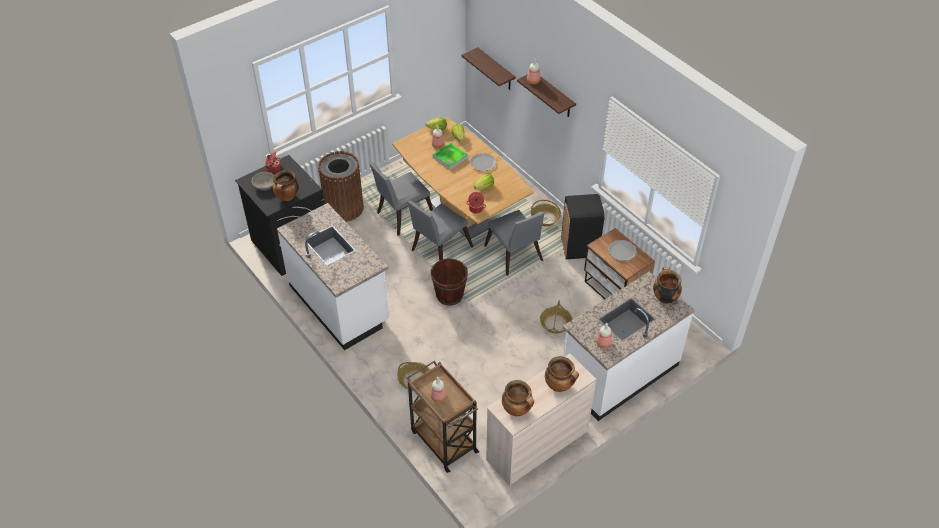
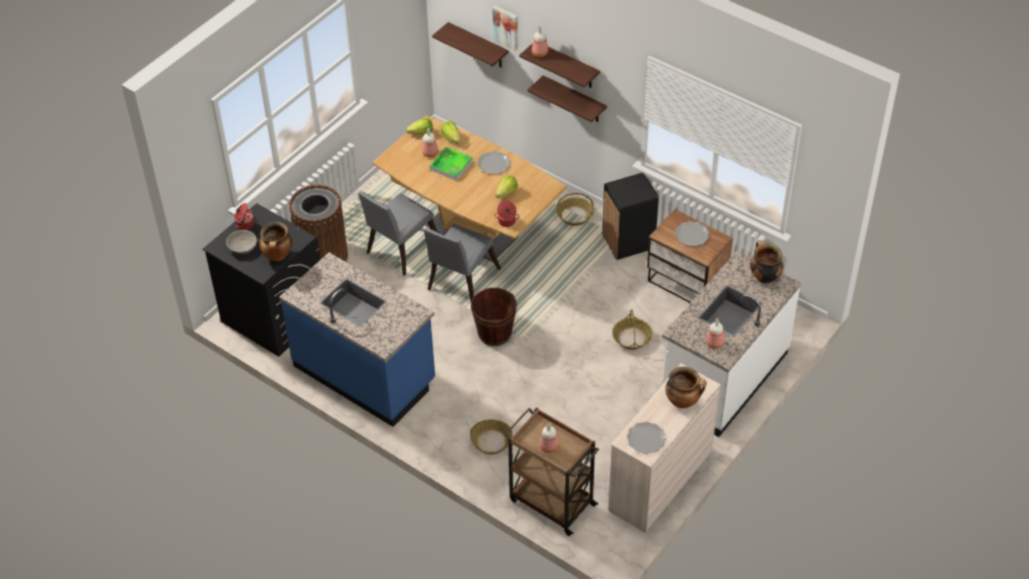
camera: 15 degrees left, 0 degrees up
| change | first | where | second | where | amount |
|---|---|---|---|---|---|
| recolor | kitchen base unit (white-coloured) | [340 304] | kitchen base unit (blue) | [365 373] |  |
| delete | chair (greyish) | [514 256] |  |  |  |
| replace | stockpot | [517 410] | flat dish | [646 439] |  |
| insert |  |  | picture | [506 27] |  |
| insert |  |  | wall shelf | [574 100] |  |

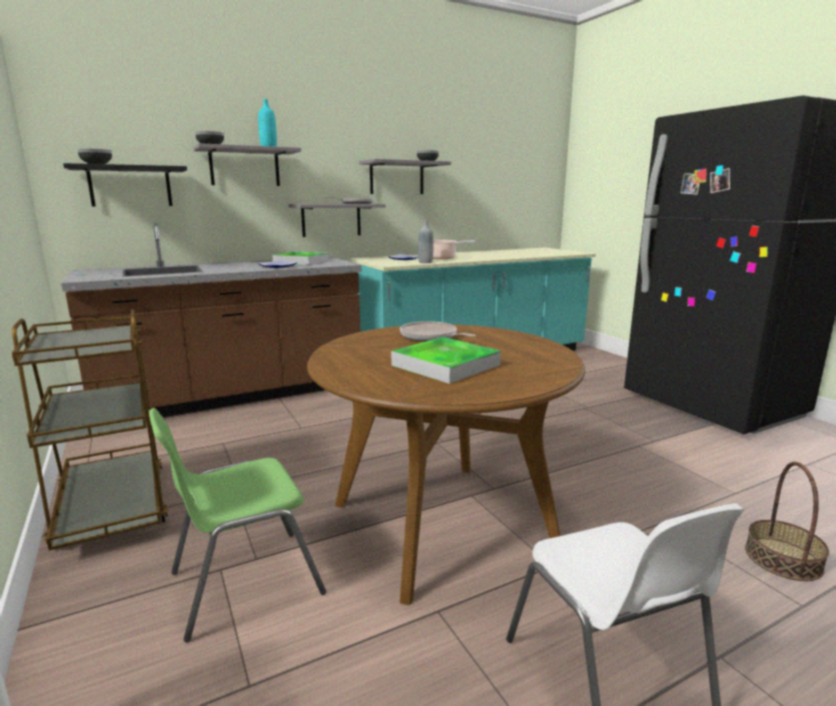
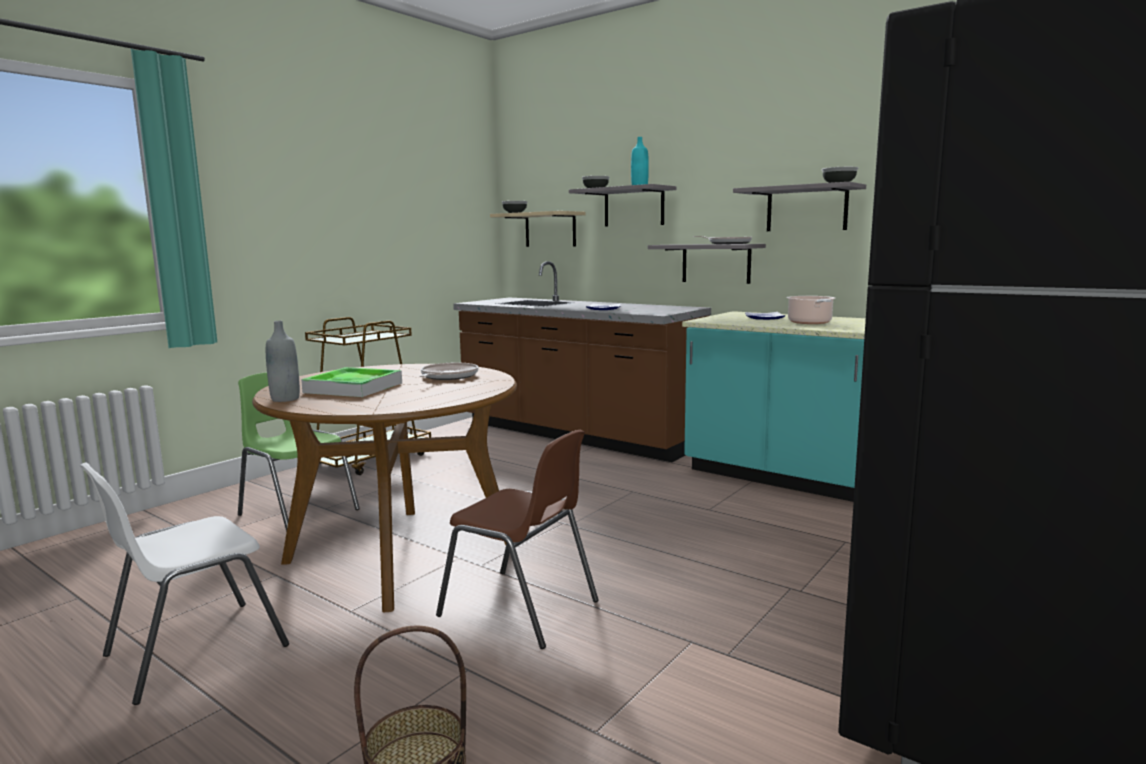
camera: 65 degrees right, 5 degrees down
| change | first | where | second | where | amount |
|---|---|---|---|---|---|
| recolor | wall shelf (blackish) | [130 186] | wall shelf (beige-coloured) | [550 229] |  |
| delete | tray | [301 261] |  |  |  |
| move | drink bottle (greyish) | [425 262] |  | [285 399] |  |
| insert |  |  | chair (brownish) | [521 609] |  |

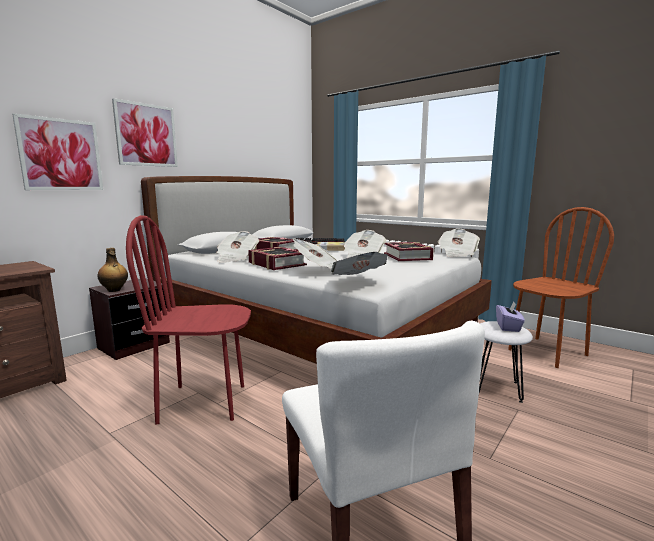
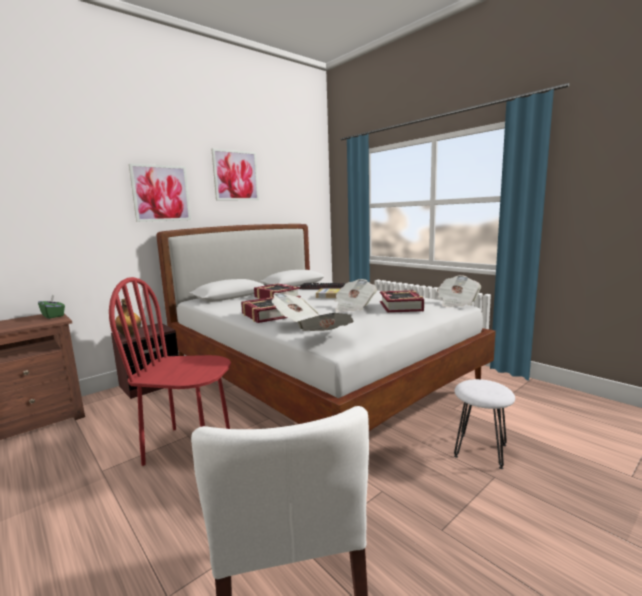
camera: 10 degrees right, 0 degrees up
| change | first | where | second | where | amount |
|---|---|---|---|---|---|
| move | picture | [60 154] |  | [235 175] |  |
| delete | printed paper | [236 259] |  |  |  |
| delete | tissue box (purple-coloured) | [508 327] |  |  |  |
| delete | chair (brownish) | [546 352] |  |  |  |
| insert |  |  | tissue box (green) | [53 316] |  |

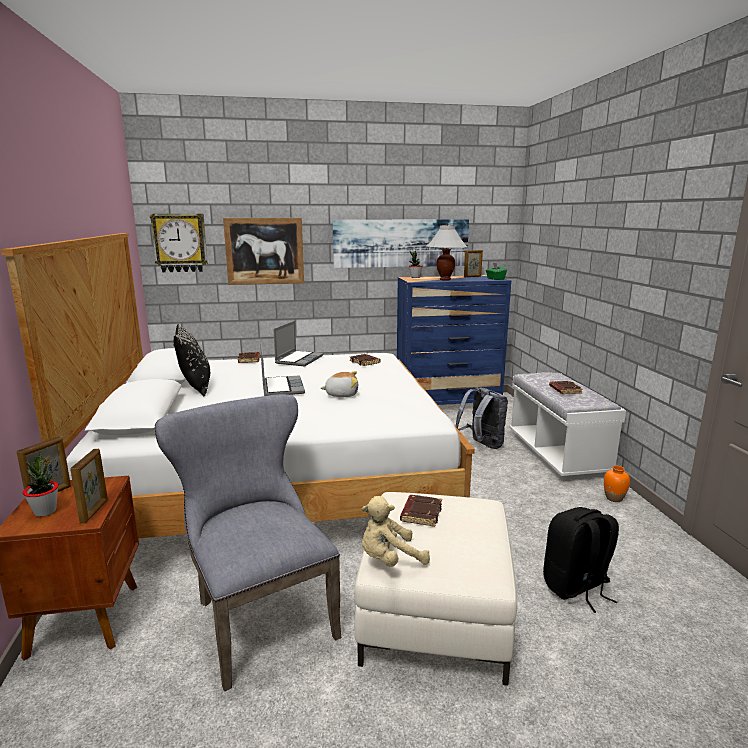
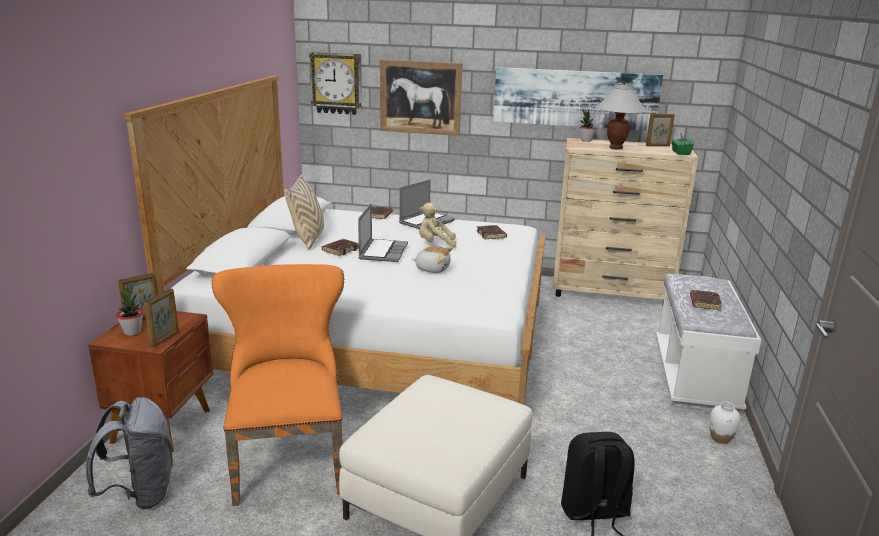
camera: 20 degrees right, 5 degrees up
| change | first | where | second | where | amount |
|---|---|---|---|---|---|
| recolor | chair (greyish) | [258 615] | chair (orange) | [288 457] |  |
| recolor | pillow (blackish) | [195 387] | pillow (beige-coloured) | [308 239] |  |
| move | soft toy (beige-coloured) | [390 559] |  | [435 244] |  |
| recolor | dresser (blue) | [448 403] | dresser (beige-coloured) | [611 292] |  |
| move | bound book (brownish) | [420 513] |  | [340 250] |  |
| move | rucksack (greyish) | [482 445] |  | [141 493] |  |
| recolor | vase (orange) | [614 498] | vase (white-coloured) | [720 438] |  |

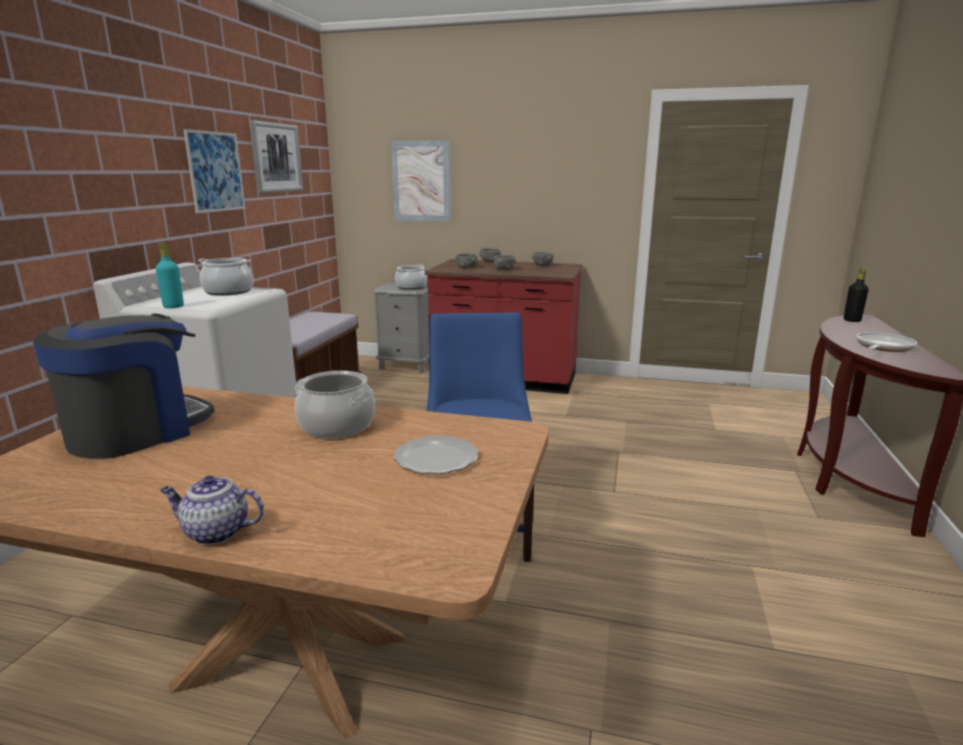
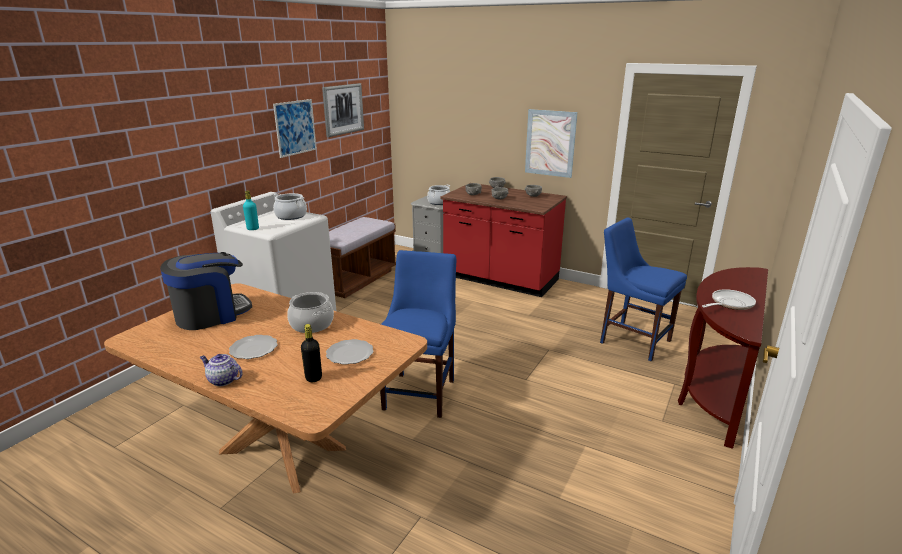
camera: 15 degrees right, 5 degrees up
| change | first | where | second | where | amount |
|---|---|---|---|---|---|
| move | picture | [421 181] |  | [550 143] |  |
| move | drink bottle (blackish) | [852 320] |  | [313 378] |  |
| insert |  |  | flat dish | [254 348] |  |
| insert |  |  | chair (blue) | [632 340] |  |

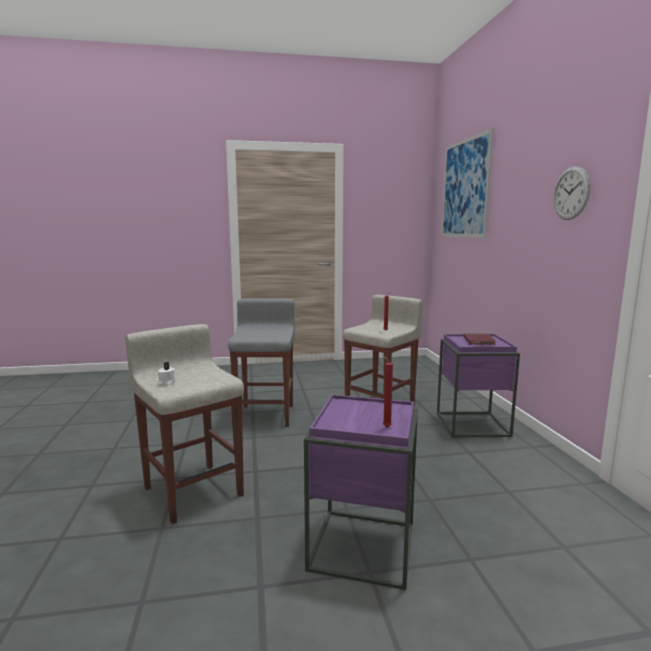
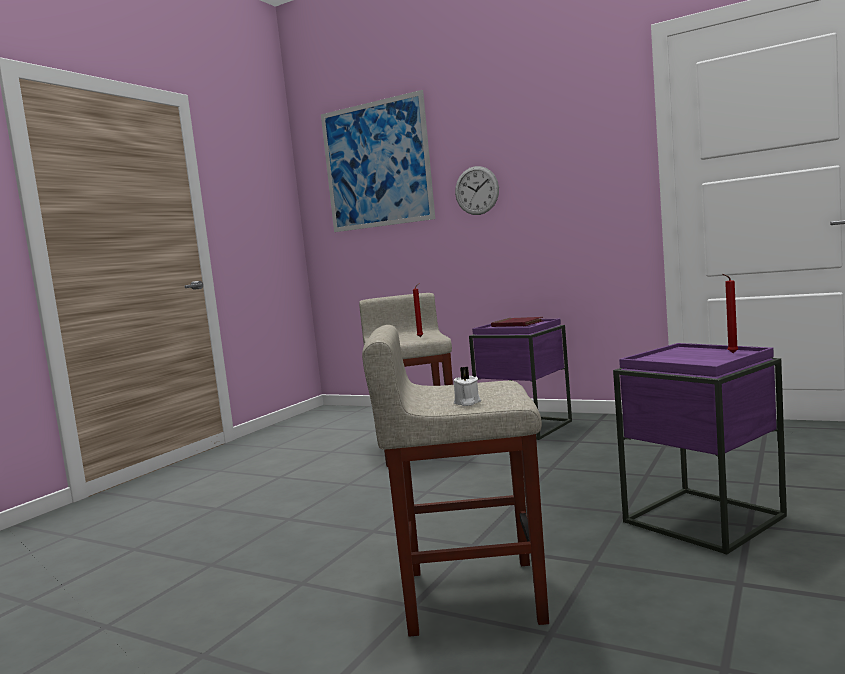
camera: 50 degrees left, 5 degrees down
| change | first | where | second | where | amount |
|---|---|---|---|---|---|
| delete | sitting stool (greyish) | [265 415] |  |  |  |
| move | clock on the wall | [571 193] |  | [476 190] |  |

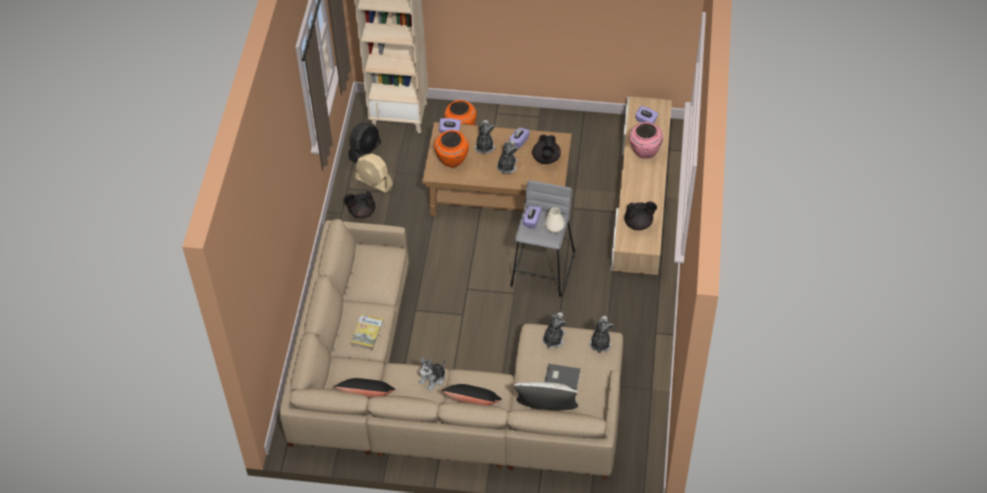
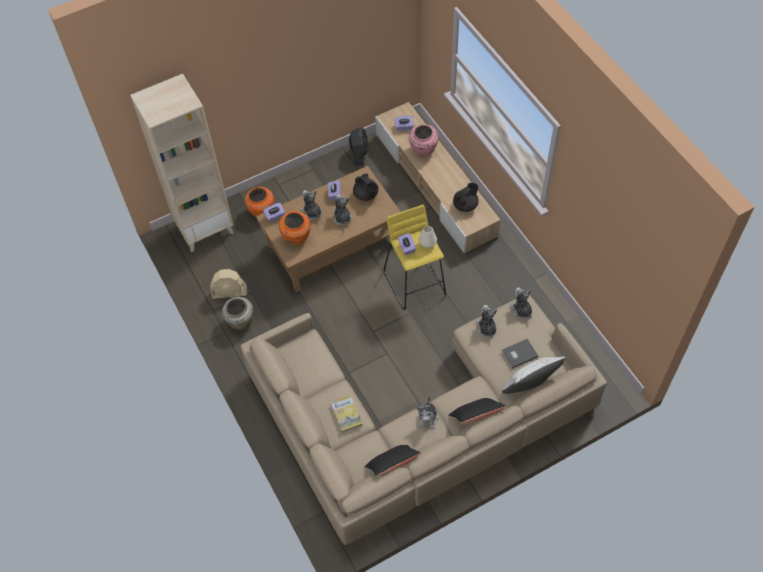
camera: 35 degrees left, 5 degrees up
| change | first | where | second | where | amount |
|---|---|---|---|---|---|
| replace | pot for tea (blackish) | [361 212] | vase (beige-coloured) | [240 322] |  |
| move | electric fan (blackish) | [365 151] |  | [359 153] |  |
| recolor | sitting stool (greyish) | [543 270] | sitting stool (yellow) | [415 282] |  |

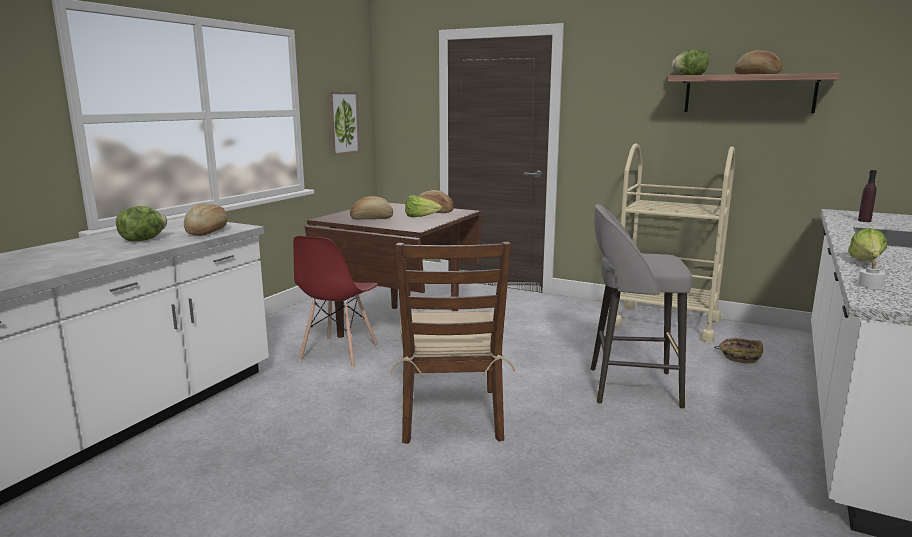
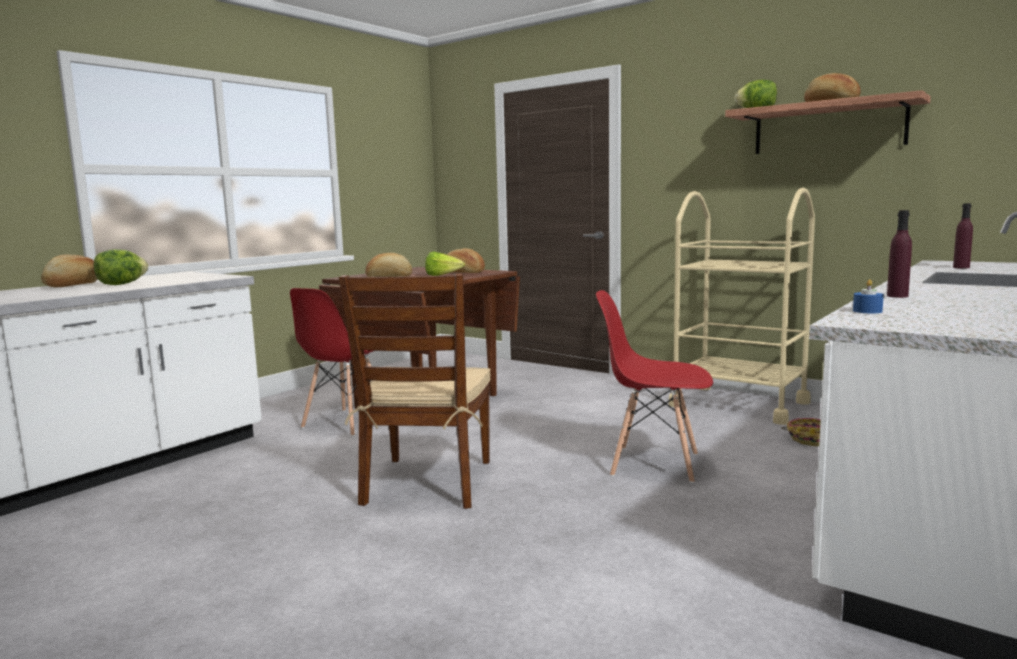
camera: 10 degrees right, 5 degrees down
| change | first | where | second | where | amount |
|---|---|---|---|---|---|
| move | bakery bread | [207 232] |  | [73 285] |  |
| delete | picture | [343 123] |  |  |  |
| replace | sitting stool (greyish) | [630 387] | chair (red) | [654 464] |  |
| replace | lettuce head | [866 263] | drink bottle (purple-coloured) | [897 296] |  |
| recolor | wax candle (white-coloured) | [870 285] | wax candle (blue) | [867 311] |  |

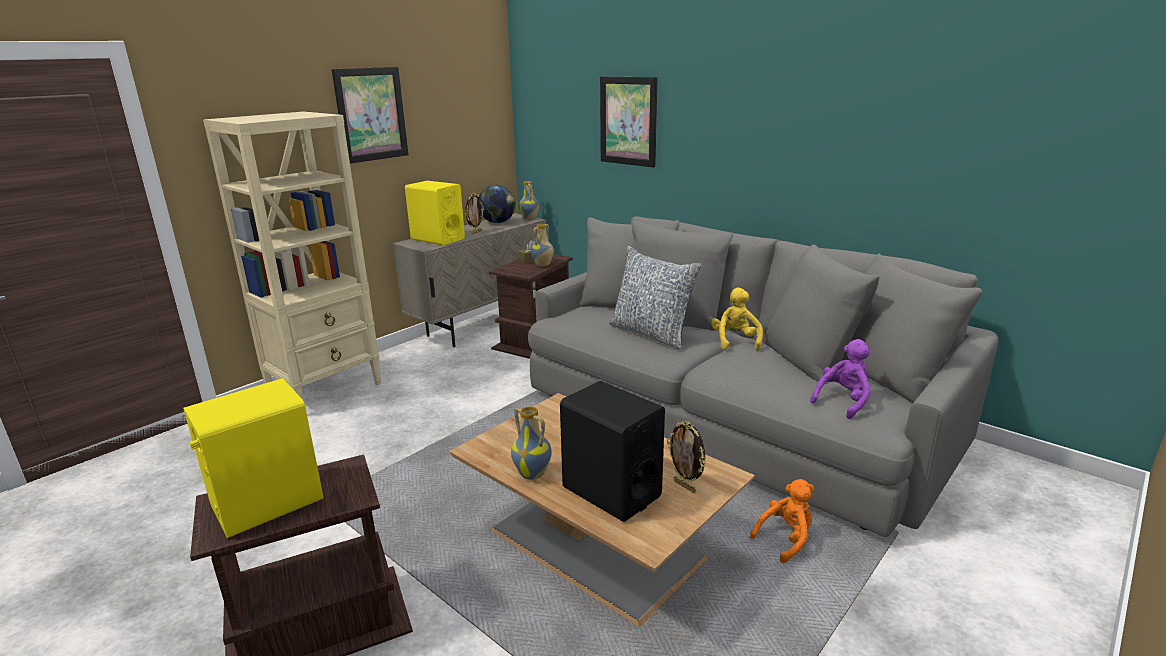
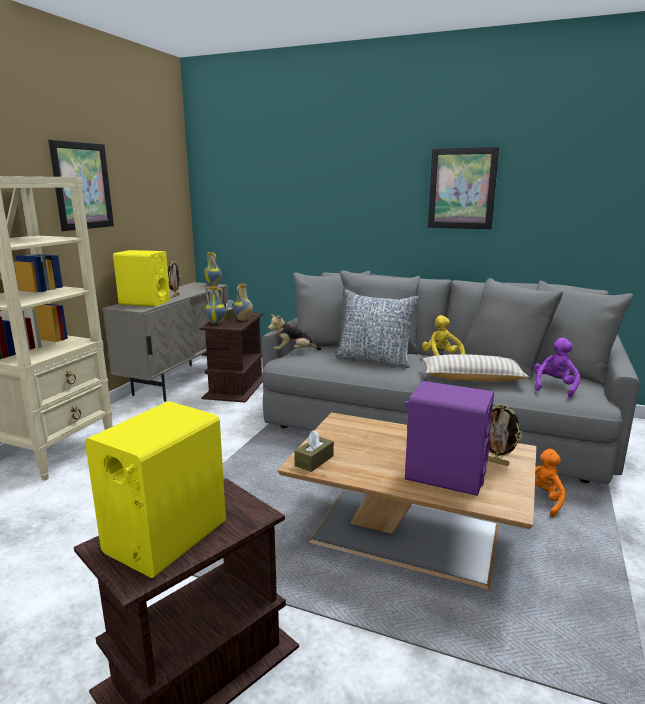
camera: 20 degrees left, 5 degrees down
| change | first | where | second | where | amount |
|---|---|---|---|---|---|
| delete | world globe | [498 222] |  |  |  |
| move | vase | [533 474] |  | [216 323] |  |
| recolor | loudspeaker (blackish) | [611 491] | loudspeaker (purple-coloured) | [445 476] |  |
| move | picture | [628 121] |  | [462 188] |  |
| insert |  |  | soft toy | [293 352] |  |
| insert |  |  | tissue box (brownish) | [314 461] |  |
| insert |  |  | pillow (beige-coloured) | [472 378] |  |

